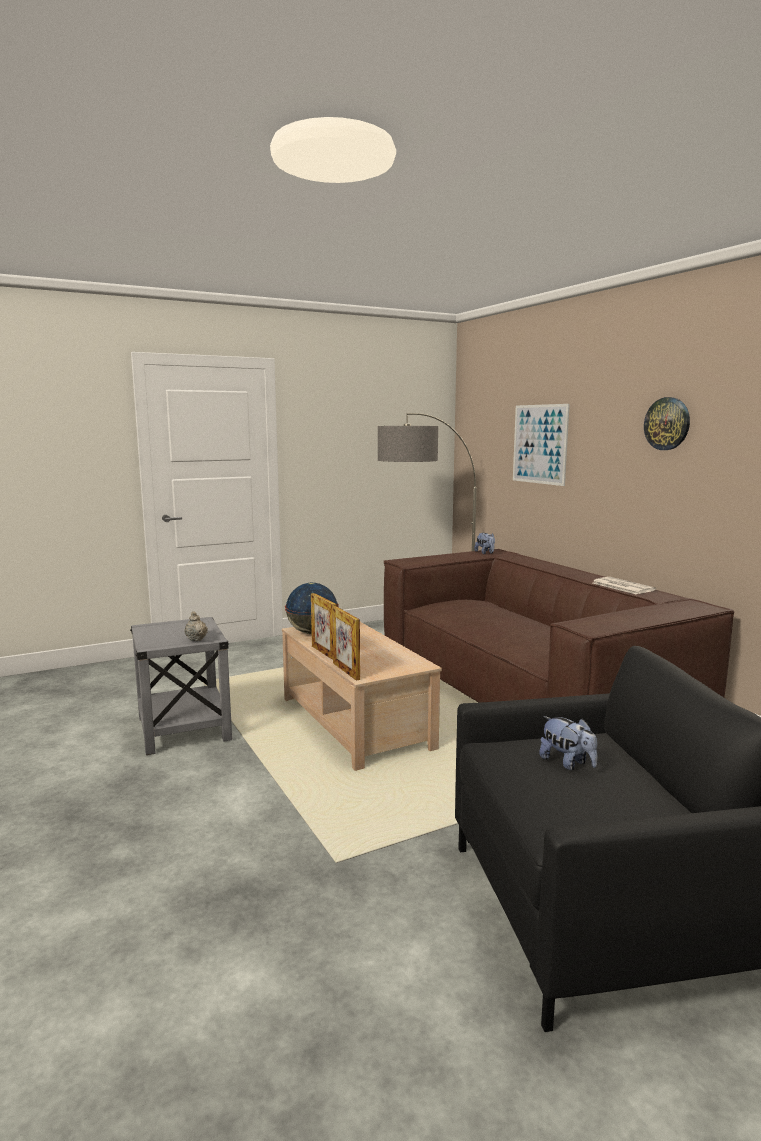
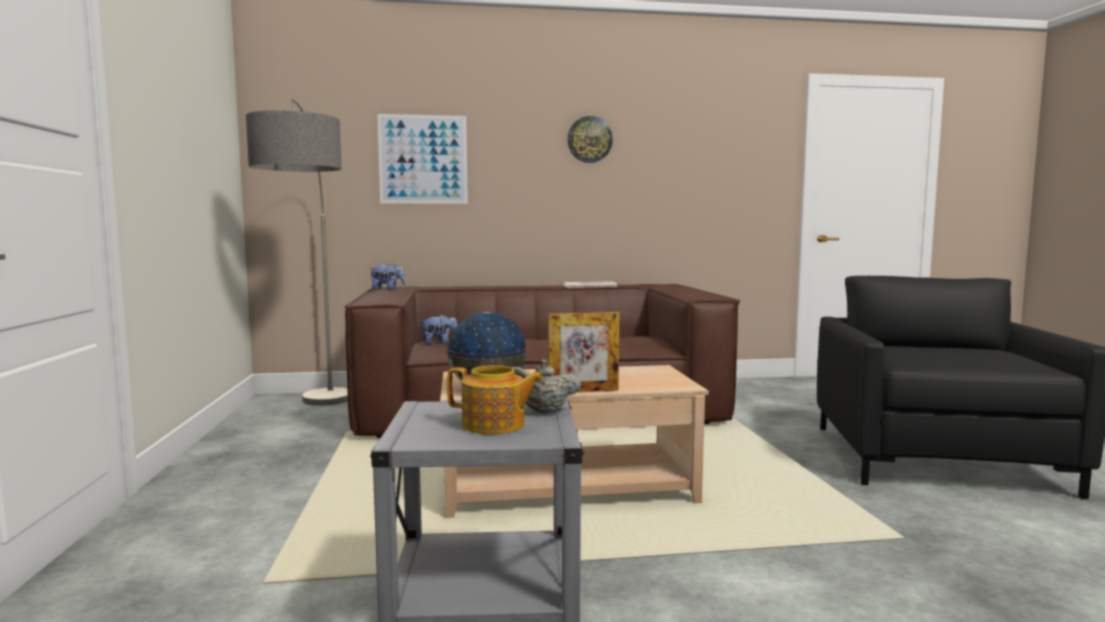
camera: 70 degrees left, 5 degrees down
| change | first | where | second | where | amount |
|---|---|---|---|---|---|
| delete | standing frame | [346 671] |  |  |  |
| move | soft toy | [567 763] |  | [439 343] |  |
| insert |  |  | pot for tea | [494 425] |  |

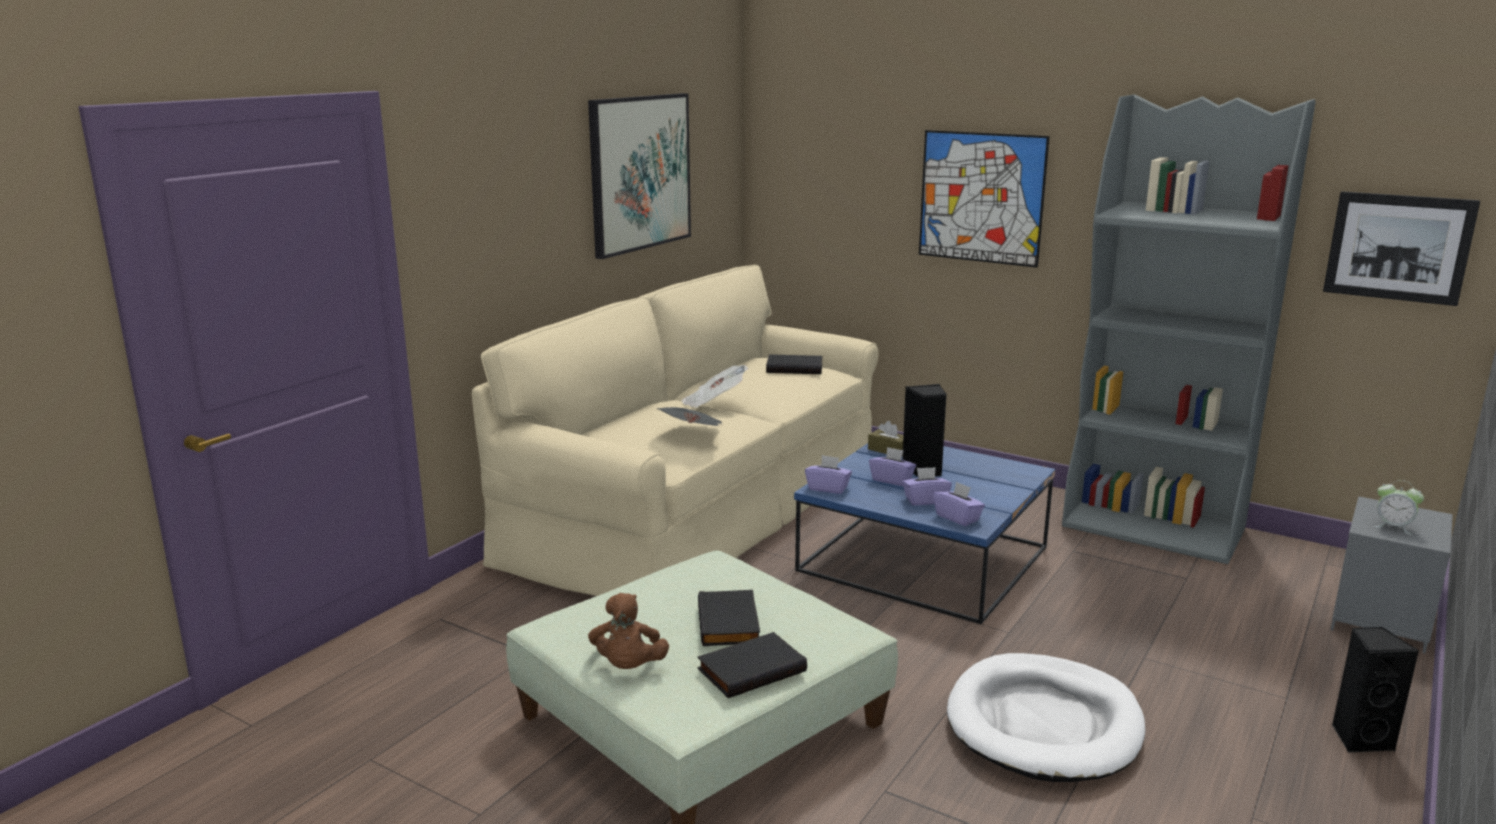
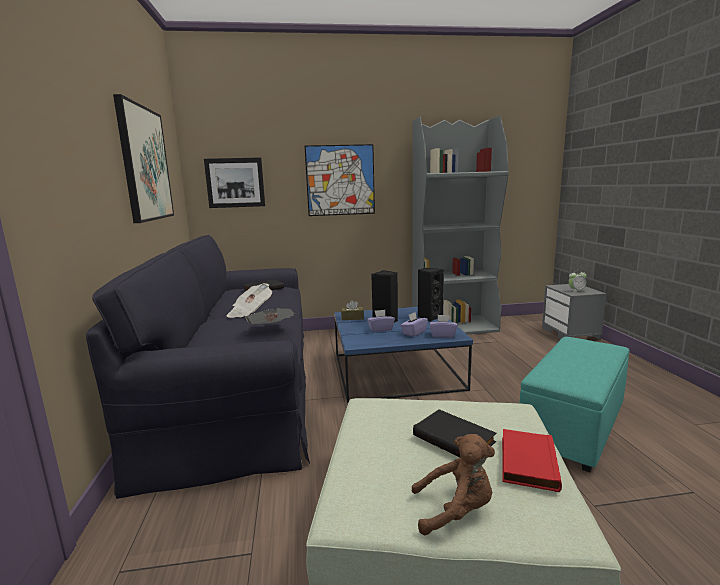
camera: 40 degrees left, 5 degrees down
| change | first | where | second | where | amount |
|---|---|---|---|---|---|
| recolor | settee (beige-coloured) | [703 506] | settee (blackish) | [241 388] |  |
| rotate | soft toy (brownish) | [628 667] |  | [455 511] | 45 degrees counterclockwise |
| recolor | bound book (blackish) | [751 669] | bound book (red) | [526 462] |  |
| delete | tissue box (purple-coloured) | [828 488] |  |  |  |
| replace | dog bed (white-coloured) | [1044 724] | pouffe (turquoise-coloured) | [573 424] |  |
| move | picture | [1398 247] |  | [235 182] |  |
| move | loudspeaker (blackish) | [1360 739] |  | [429 317] |  |

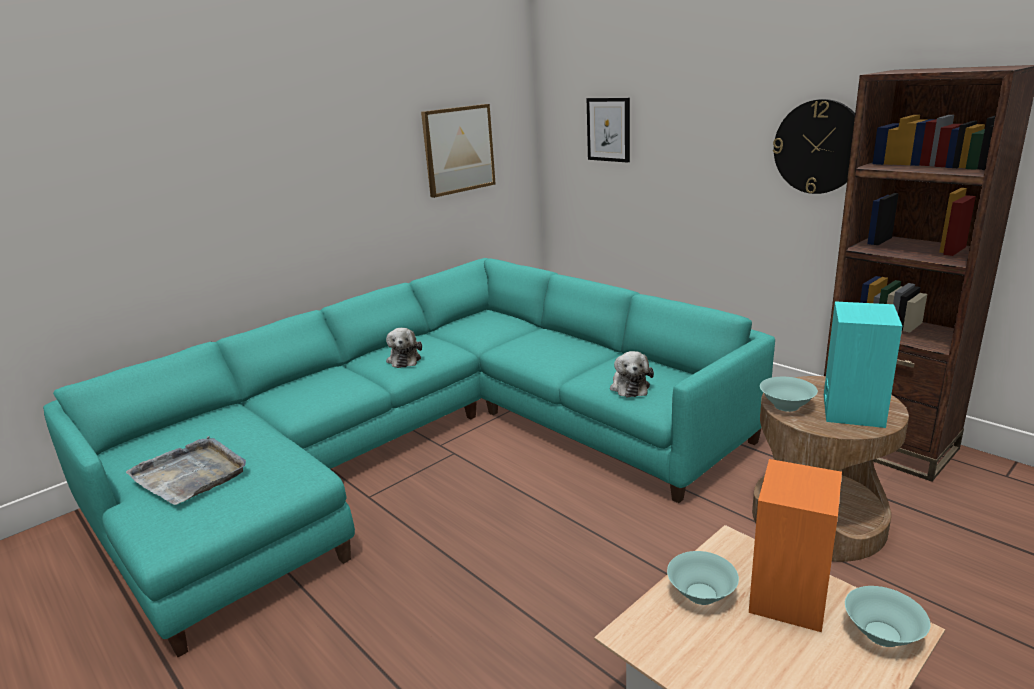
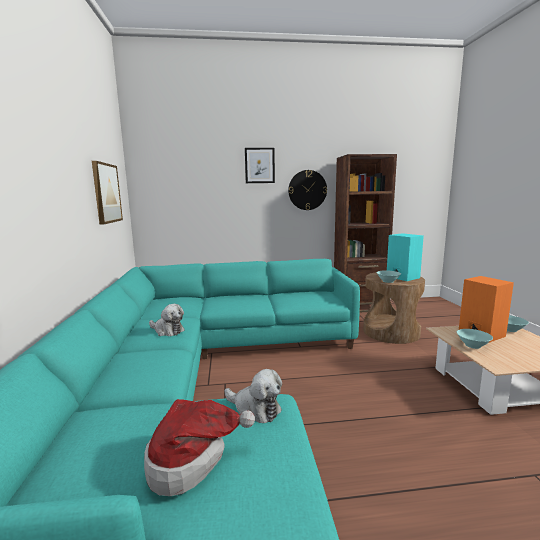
camera: 55 degrees left, 10 degrees down
| change | first | where | second | where | amount |
|---|---|---|---|---|---|
| replace | tray (greyish) | [191 474] | clothing hat | [192 459] |  |
| move | picture | [608 129] |  | [259 165] |  |
| move | soft toy | [629 386] |  | [255 409] |  |

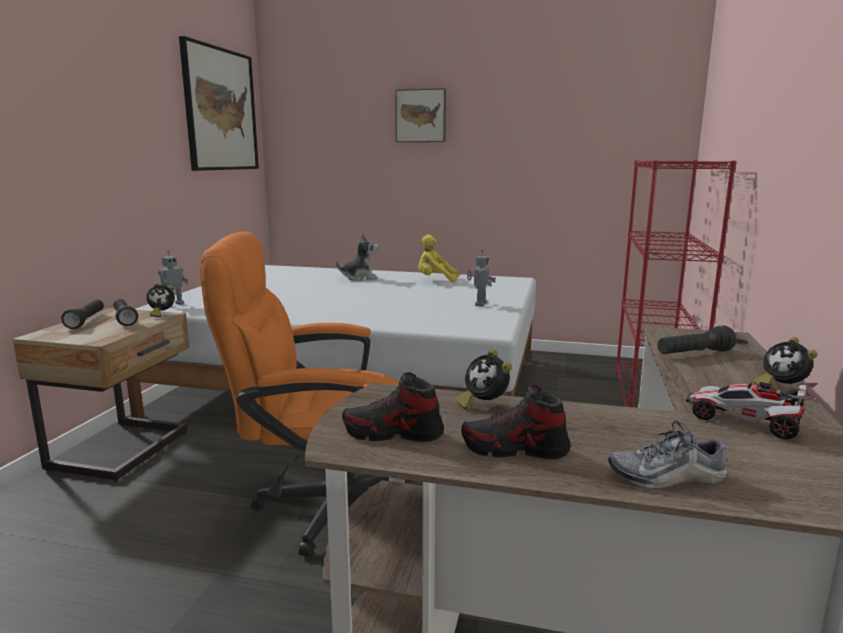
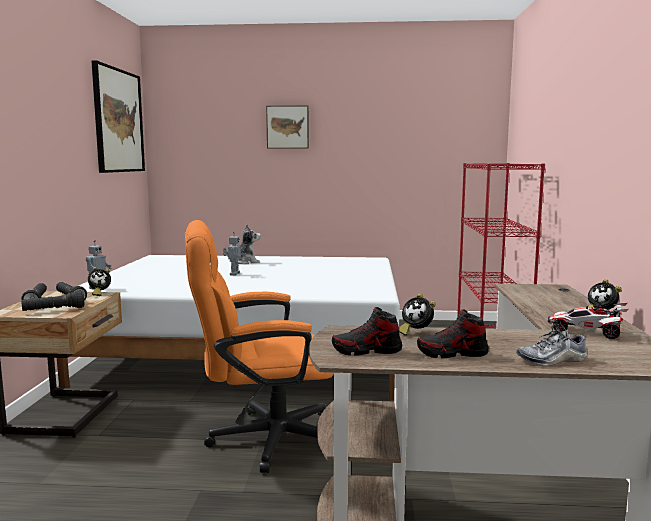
camera: 10 degrees left, 5 degrees down
| change | first | where | second | where | amount |
|---|---|---|---|---|---|
| delete | soft toy (yellow) | [435 280] |  |  |  |
| move | toy robot | [479 304] |  | [234 274] |  |
| move | hand torch (blackish) | [693 354] |  | [54 310] |  |

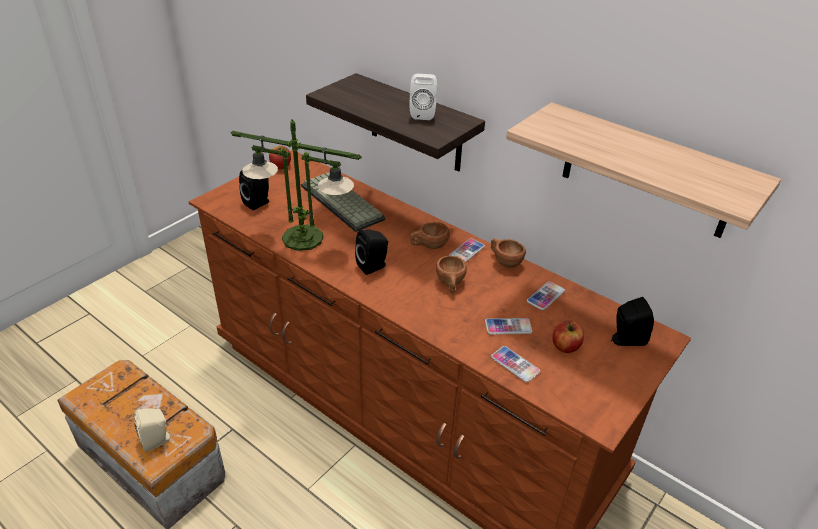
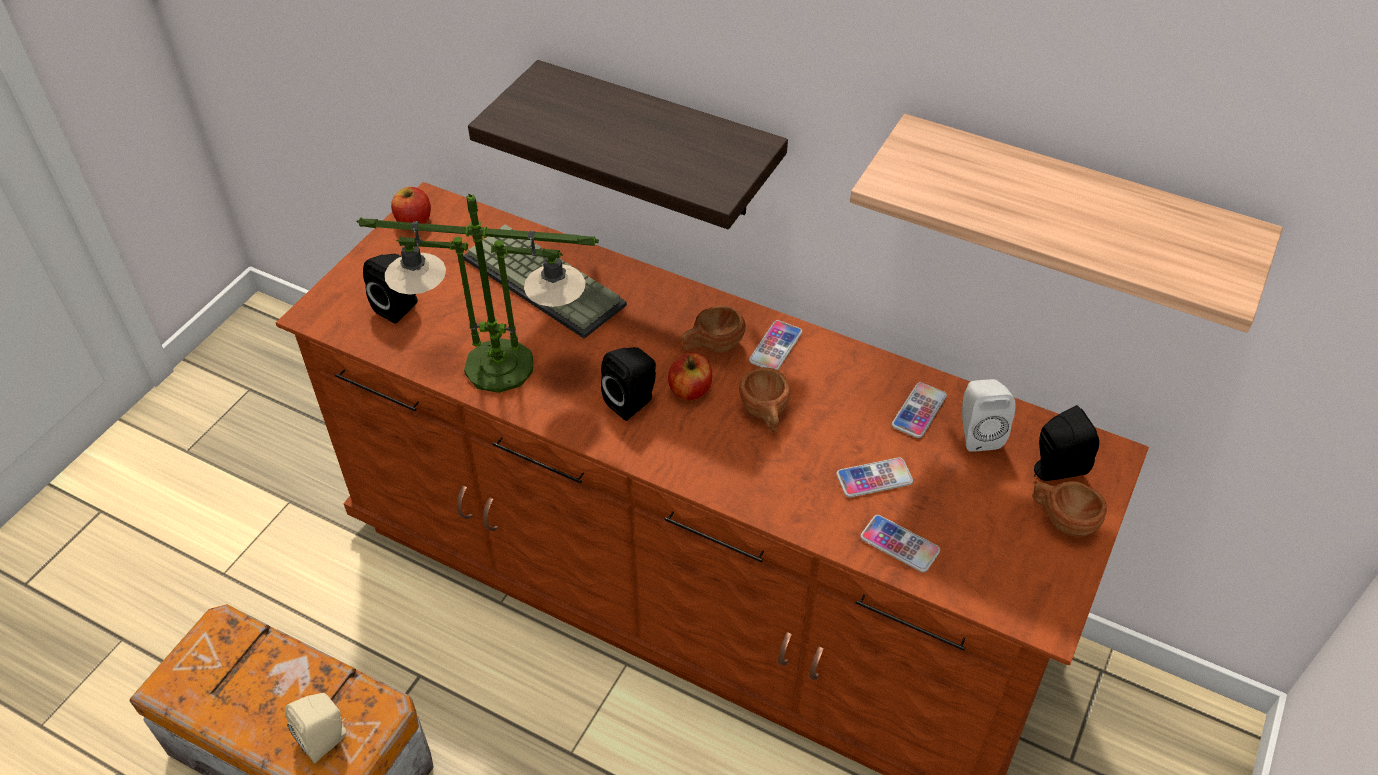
camera: 10 degrees left, 10 degrees up
| change | first | where | second | where | amount |
|---|---|---|---|---|---|
| move | loudspeaker (white-coloured) | [423 113] |  | [977 433] |  |
| move | cup (brownish) | [504 261] |  | [1062 519] |  |
| move | apple fruit | [565 346] |  | [690 390] |  |

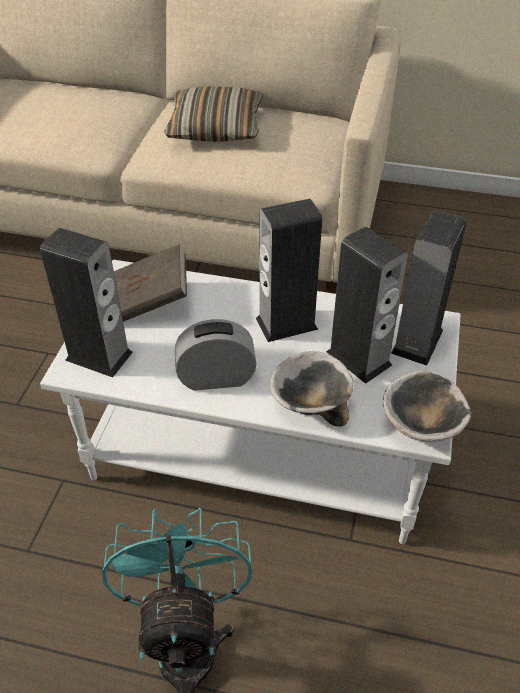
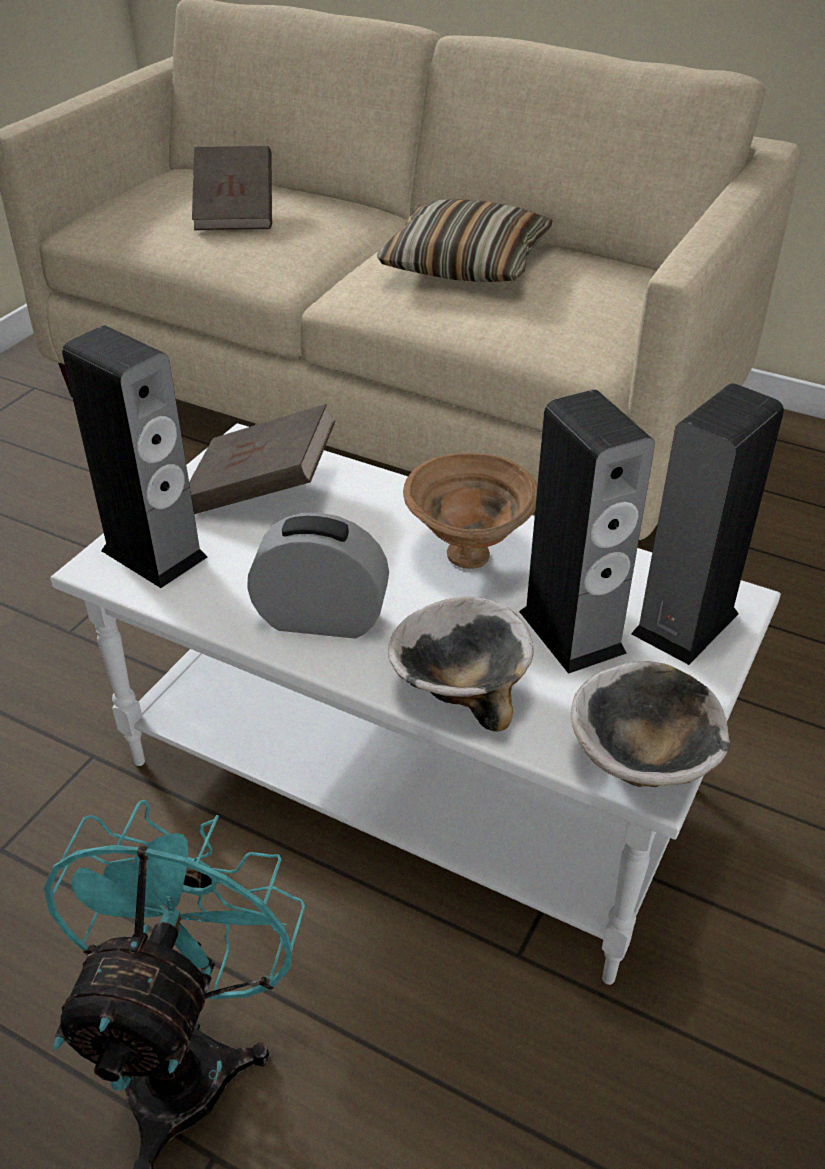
camera: 15 degrees right, 5 degrees down
| change | first | where | second | where | amount |
|---|---|---|---|---|---|
| replace | loudspeaker | [286 323] | bowl (brownish) | [469 557] |  |
| insert |  |  | bound book (brownish) | [235 213] |  |

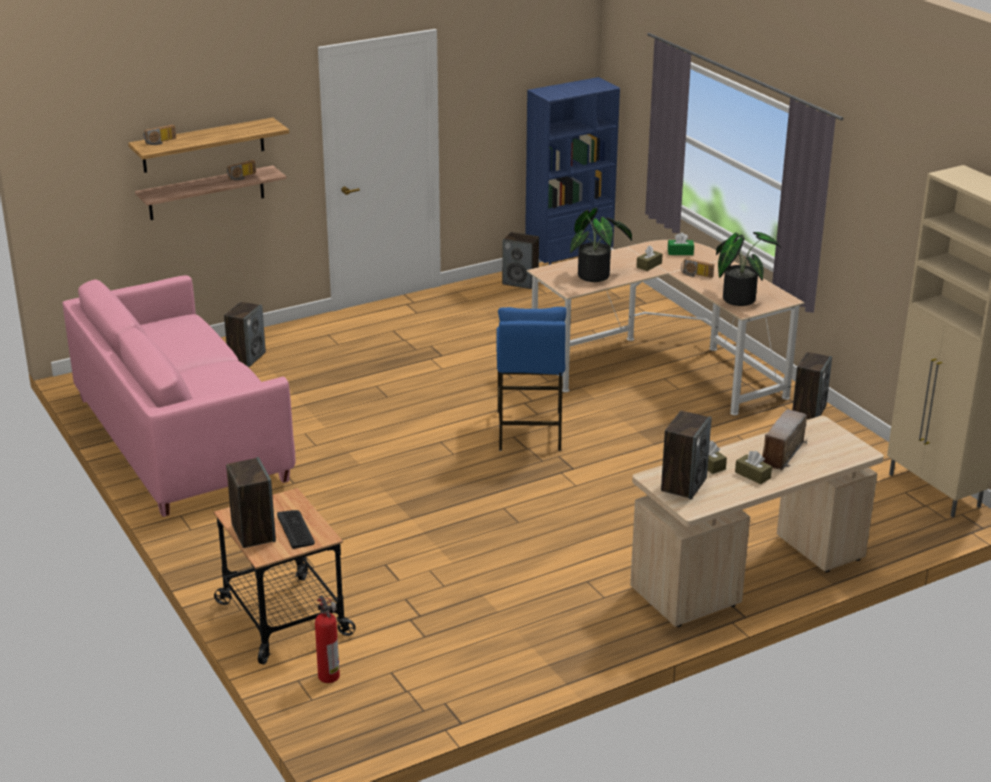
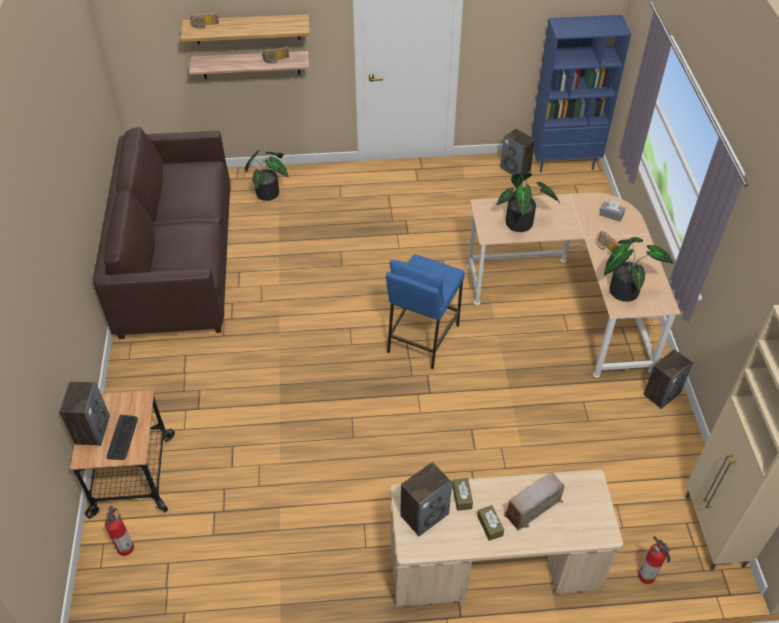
camera: 25 degrees right, 20 degrees up
| change | first | where | second | where | amount |
|---|---|---|---|---|---|
| recolor | settee (pink) | [180 438] | settee (brownish) | [177 262] |  |
| replace | loudspeaker | [246 357] | plant in a pot | [270 192] |  |
| delete | tissue box (brownish) | [649 265] |  |  |  |
| recolor | tissue box (green) | [680 252] | tissue box (greyish) | [611 215] |  |
| insert |  |  | extinguisher | [647 577] |  |

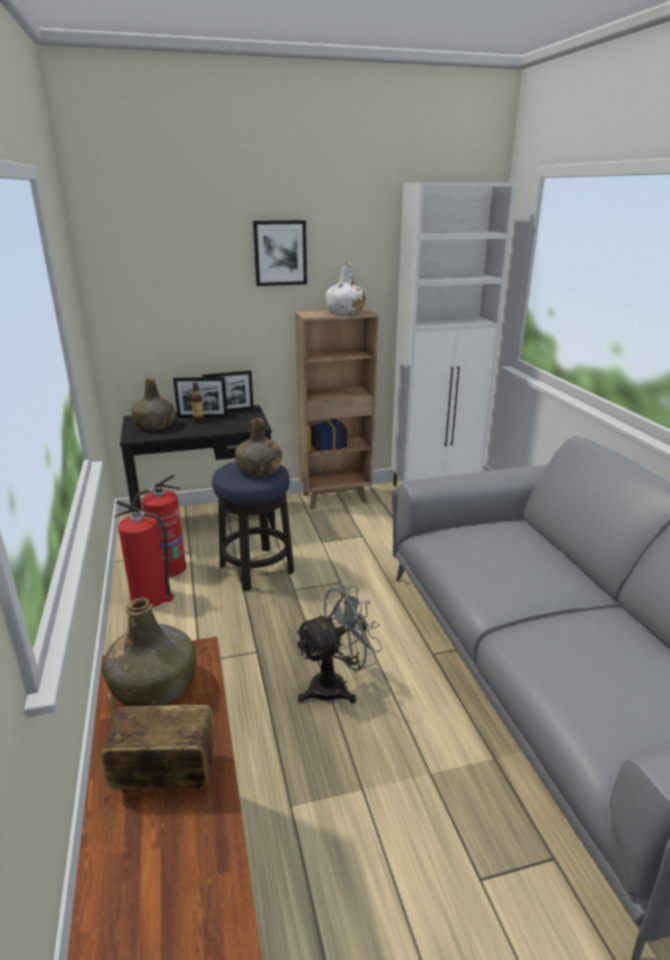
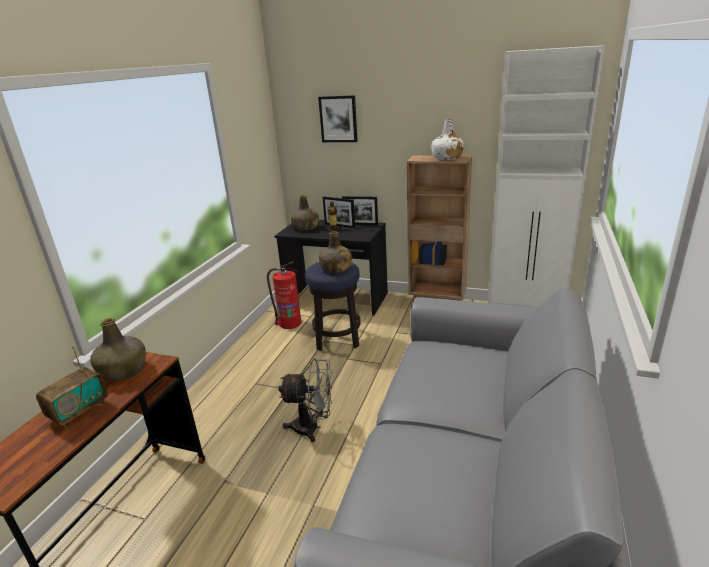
camera: 35 degrees right, 0 degrees up
| change | first | where | second | where | amount |
|---|---|---|---|---|---|
| rotate | radio | [166 775] |  | [79 411] | 90 degrees clockwise |
| delete | extinguisher | [150 597] |  |  |  |
| move | picture | [280 253] |  | [338 119] |  |

